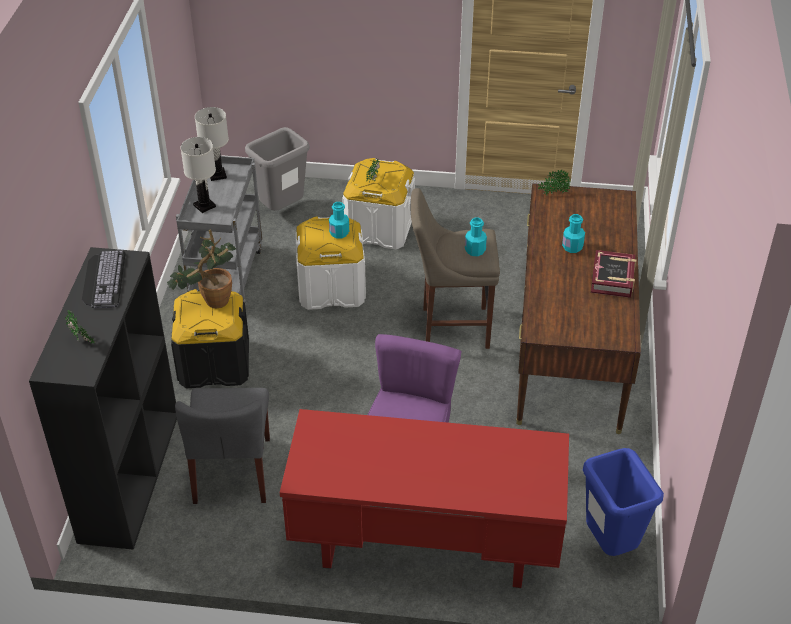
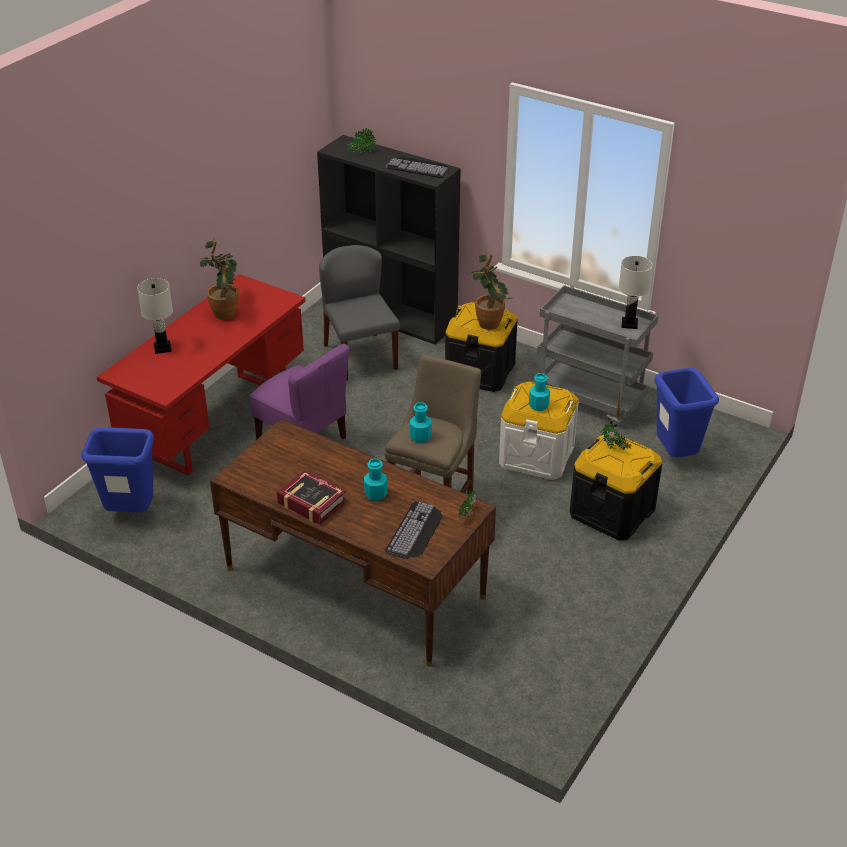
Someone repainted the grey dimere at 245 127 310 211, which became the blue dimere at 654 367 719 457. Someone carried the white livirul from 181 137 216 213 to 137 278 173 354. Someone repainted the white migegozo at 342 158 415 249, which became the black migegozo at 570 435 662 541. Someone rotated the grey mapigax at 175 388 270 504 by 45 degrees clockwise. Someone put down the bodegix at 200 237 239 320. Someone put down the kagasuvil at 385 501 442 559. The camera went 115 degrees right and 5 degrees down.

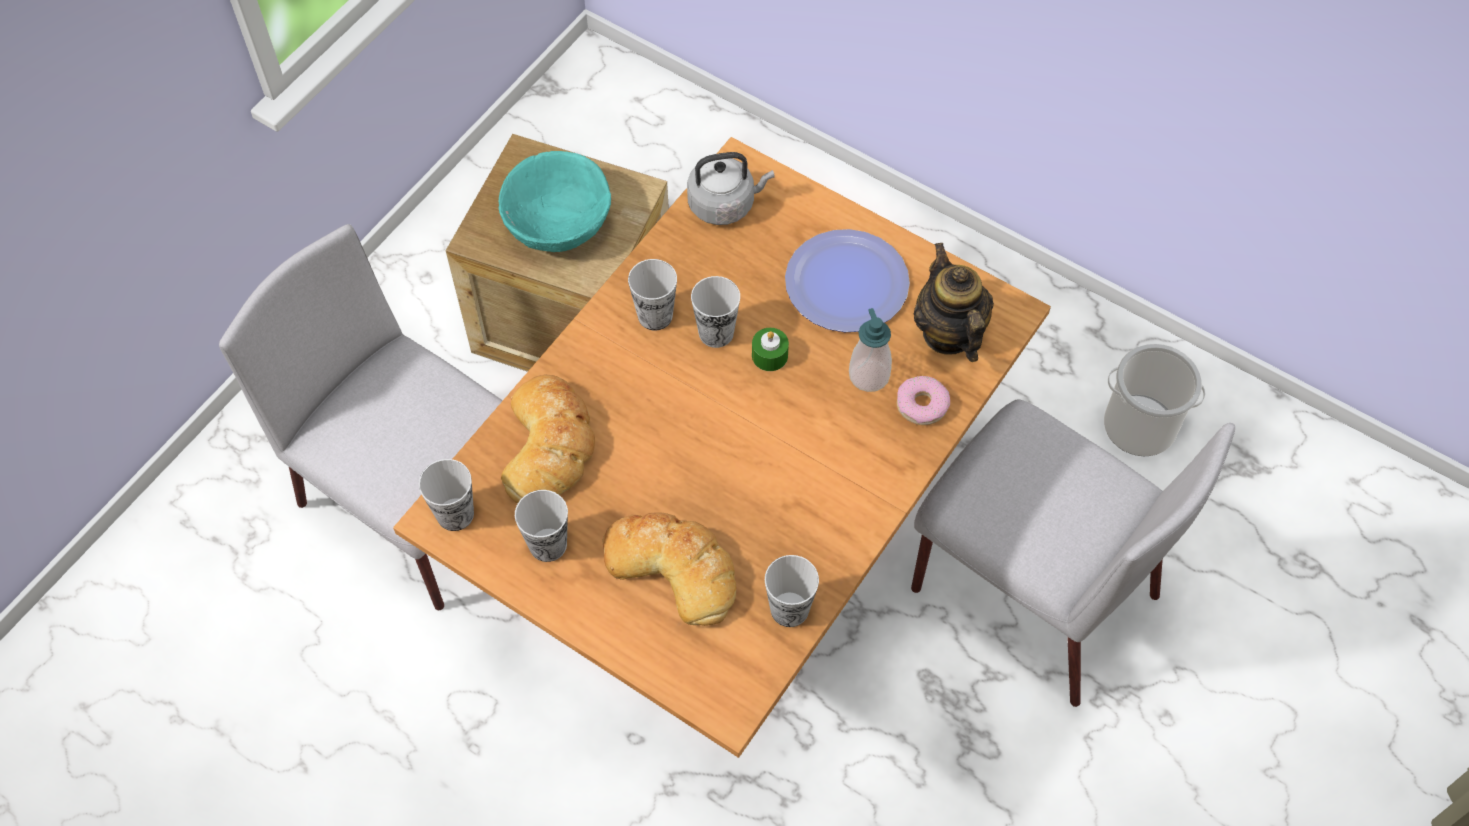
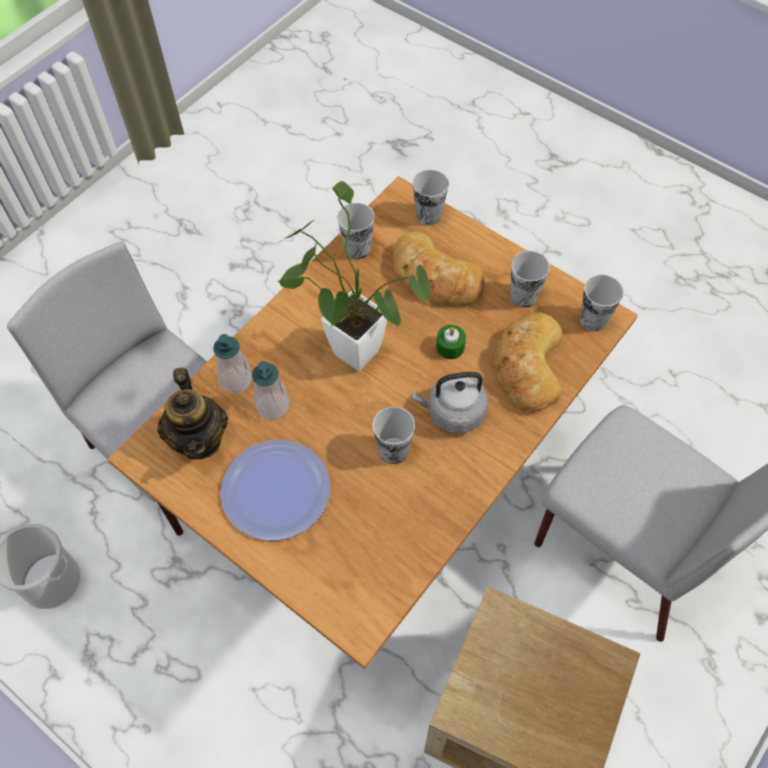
Someone took away the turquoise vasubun at 499 151 611 252. Someone carried the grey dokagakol from 687 152 775 225 to 412 372 488 434. Someone carried the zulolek from 628 259 677 331 to 413 169 449 225. Someone carried the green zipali from 752 328 789 371 to 436 325 466 359. Someone swapped the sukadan at 897 376 950 425 for the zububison at 213 334 252 393. Someone put down the bodegix at 278 181 430 371. The camera went 175 degrees left and 0 degrees up.

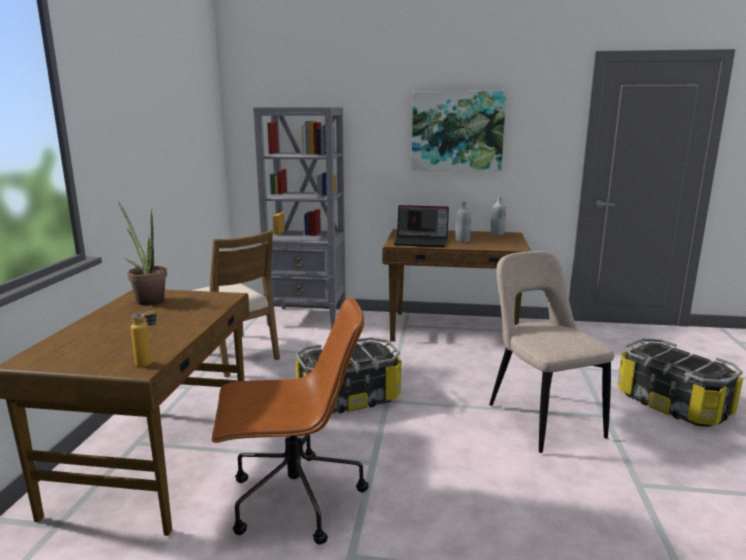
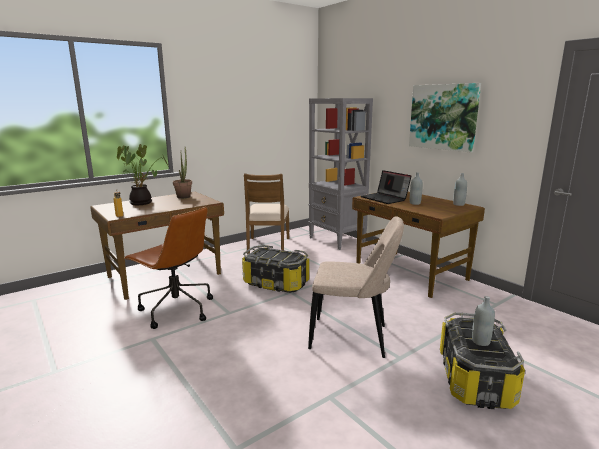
Someone rotated the beige mapigax at 489 251 614 453 by 75 degrees clockwise. Someone put down the bodegix at 117 144 168 205. Someone put down the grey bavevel at 472 296 495 346. The camera went 45 degrees right and 0 degrees up.

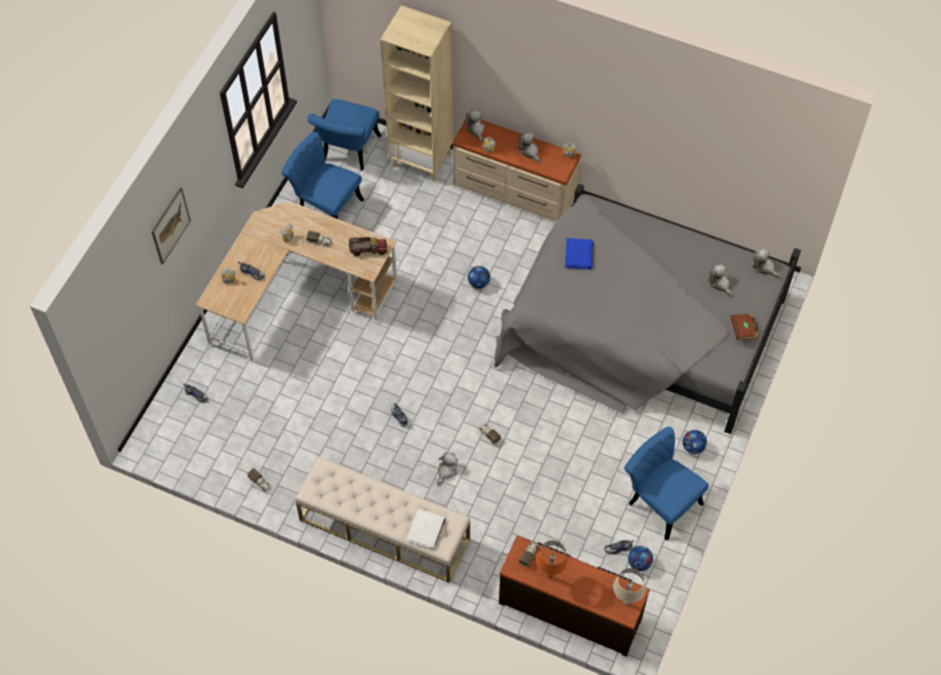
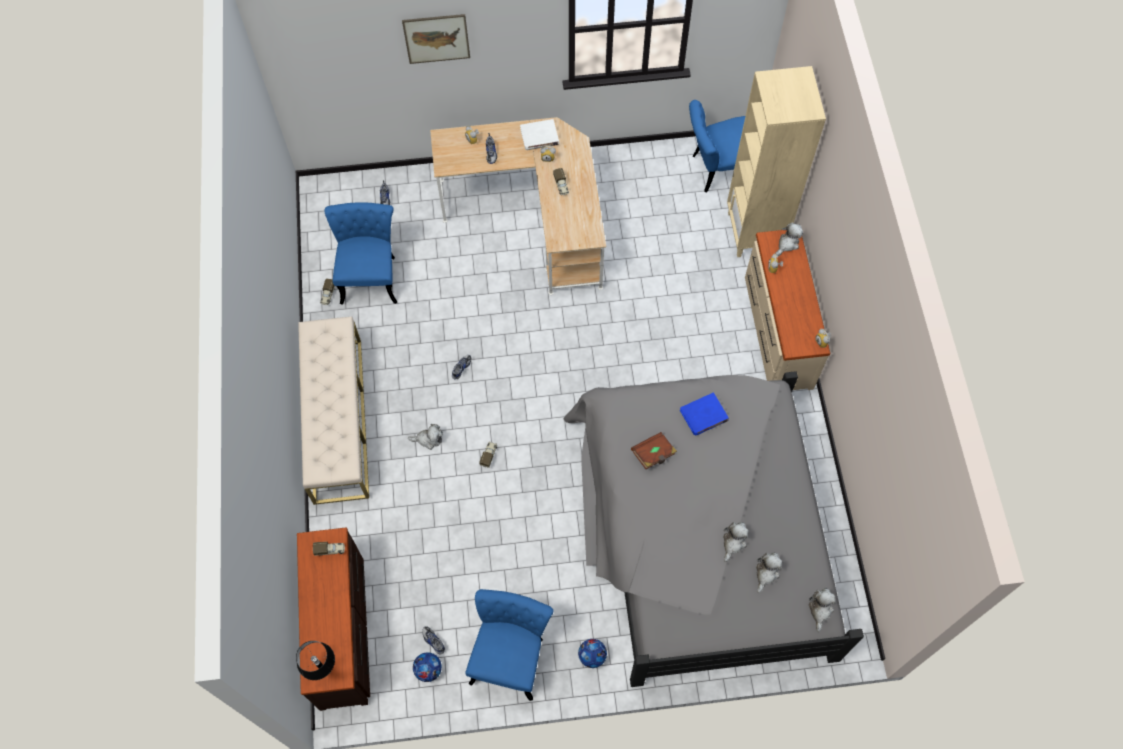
Someone carried the blue mapigax from 281 132 364 219 to 324 202 397 305. Someone carried the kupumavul from 518 132 540 162 to 723 522 749 562. Someone took away the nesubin at 349 237 387 256. Someone took away the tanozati at 468 266 490 289. Someone carried the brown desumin from 730 313 759 340 to 631 432 677 469. Someone carried the white desumin from 406 509 446 549 to 520 119 559 150. Someone took away the orange livirul at 536 540 568 578. Someone repainted the beige livirul at 613 568 646 605, which became the black livirul at 296 641 335 680. The camera went 60 degrees right and 5 degrees up.

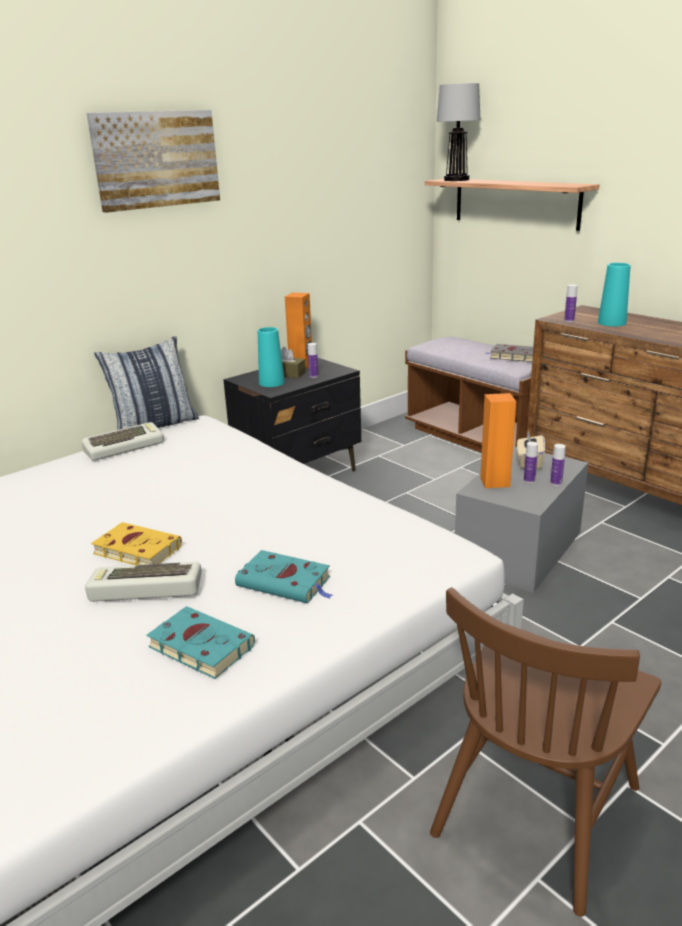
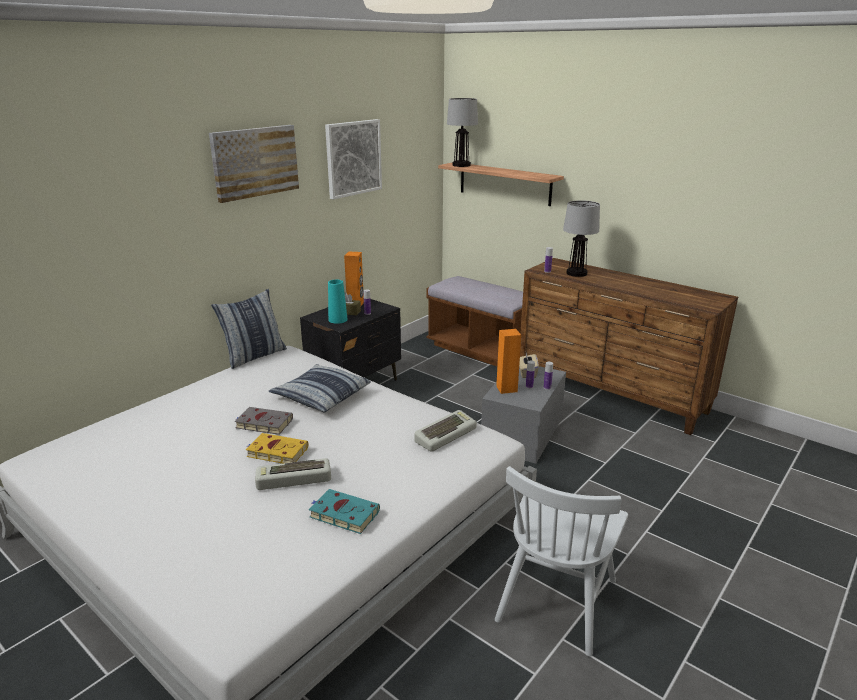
Someone swapped the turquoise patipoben at 598 263 631 326 for the livirul at 563 200 600 277. Someone carried the grey desumin from 486 344 533 362 to 235 407 293 435. Someone carried the kagasuvil from 82 422 164 461 to 415 410 477 452. Someone took away the turquoise desumin at 235 550 333 603. Someone repainted the brown mapigax at 430 587 661 917, which became the white mapigax at 495 466 628 656. Someone put up the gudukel at 325 119 382 199. Someone put down the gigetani at 269 364 371 412. The camera went 10 degrees left and 0 degrees up.

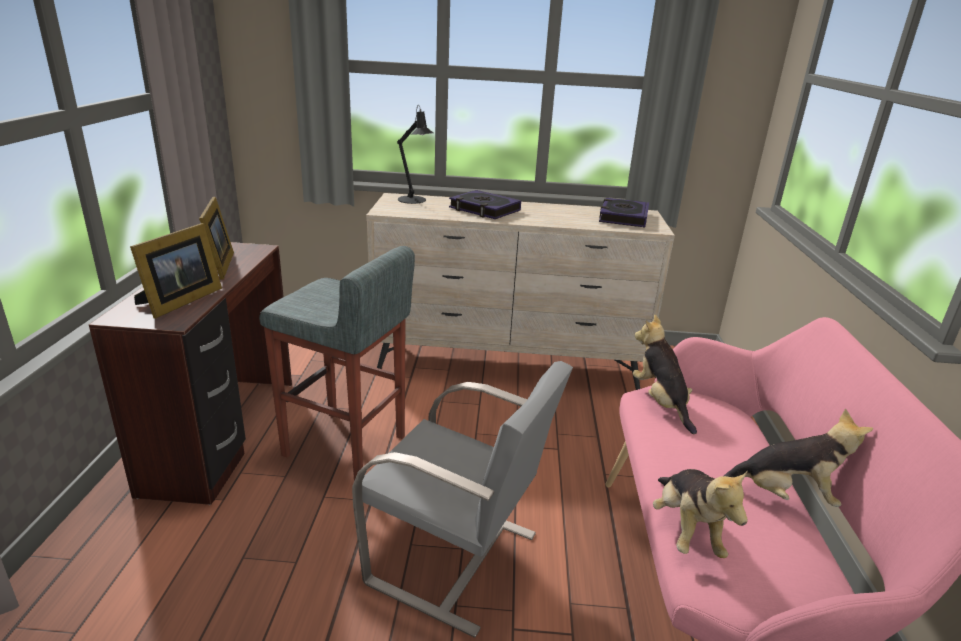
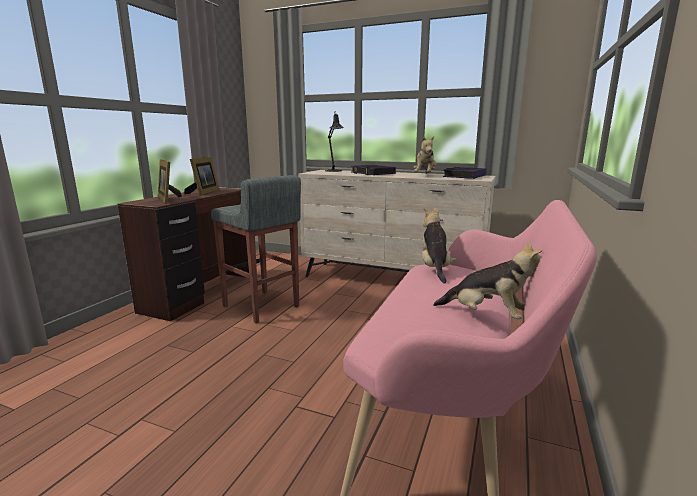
Someone rotated the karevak at 130 223 222 319 by 105 degrees clockwise. Someone took away the grey mapigax at 352 361 573 638. Someone carried the kupumavul from 653 469 748 558 to 414 136 436 174. The camera went 20 degrees right and 10 degrees down.

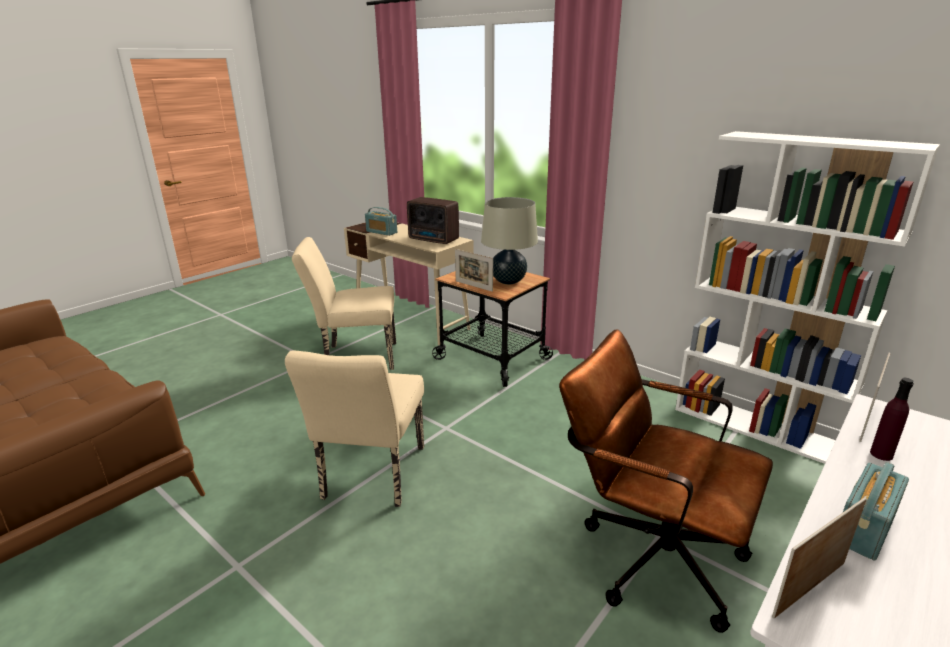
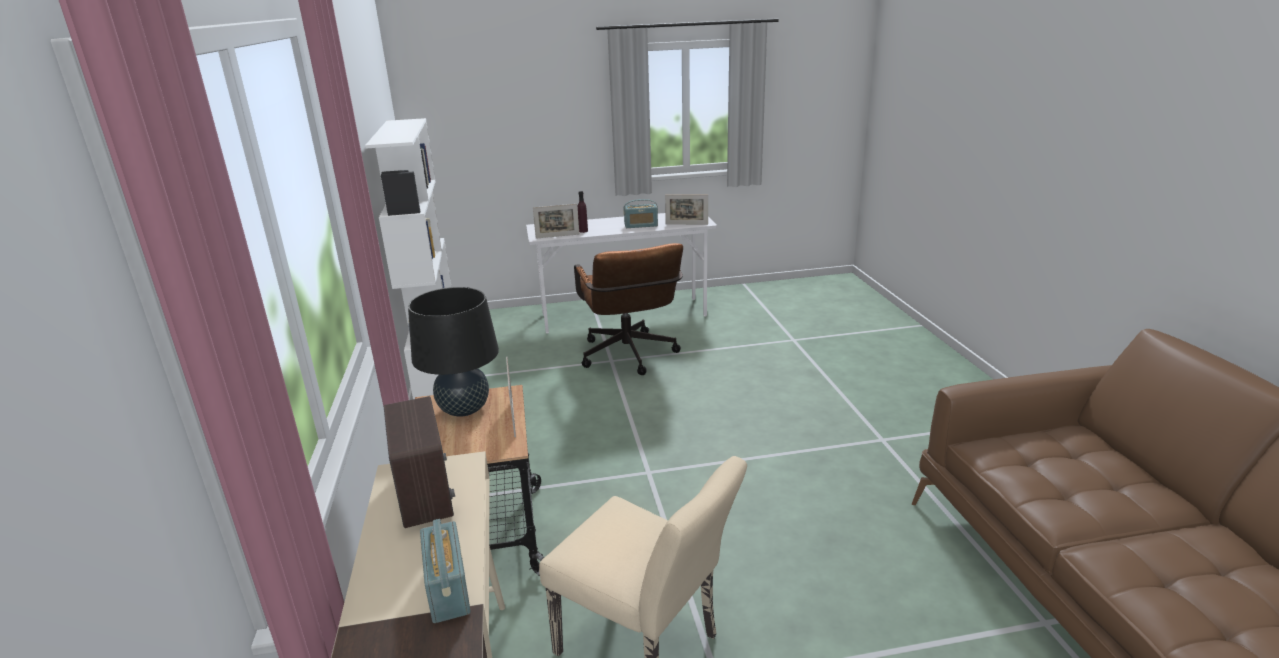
Someone repainted the beige livirul at 481 197 538 284, which became the black livirul at 408 287 499 417. Someone took away the beige mapigax at 285 351 424 507. The camera went 140 degrees left and 0 degrees up.

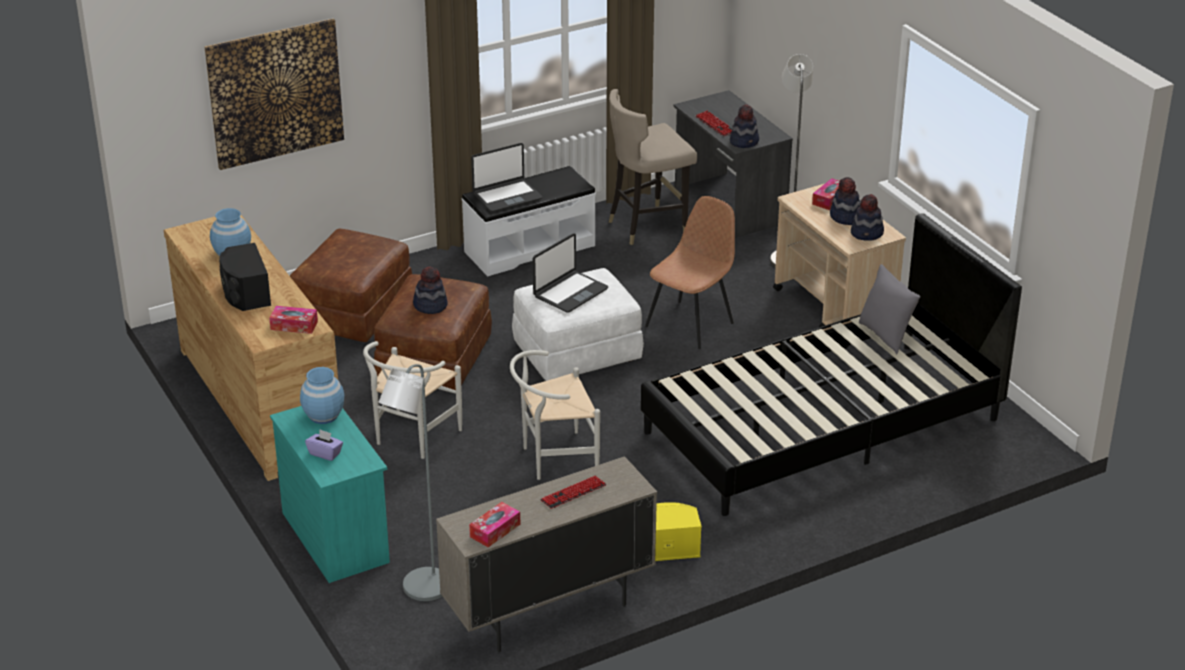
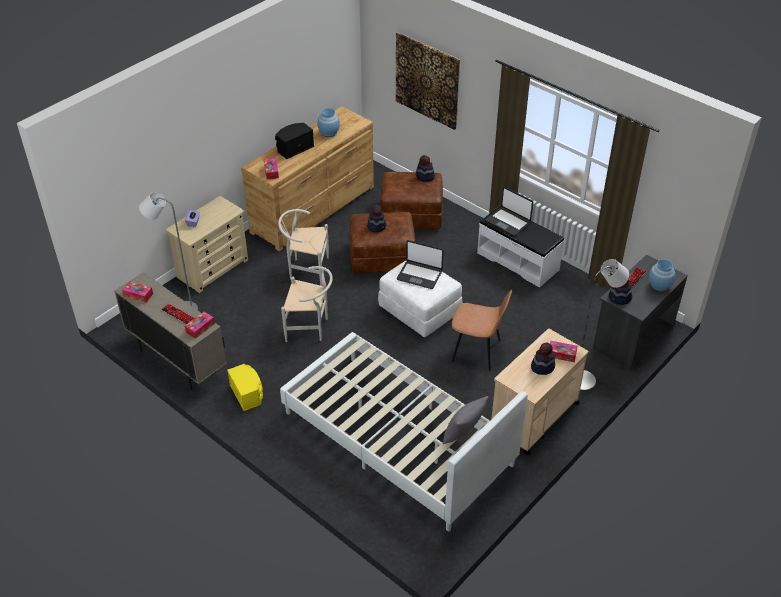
Someone took away the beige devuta at 609 89 697 245. Someone carried the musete from 851 194 884 241 to 416 155 435 182. Someone repainted the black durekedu at 641 213 1022 516, which became the white durekedu at 280 332 528 532. Someone rotated the white mapigax at 510 350 600 480 by 135 degrees clockwise. Someone carried the blue patipoben from 300 367 344 424 to 649 259 676 291. Someone repainted the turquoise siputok at 270 406 390 583, which became the beige siputok at 165 196 248 293. Someone put down the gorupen at 185 312 215 339. The camera went 70 degrees right and 10 degrees up.

